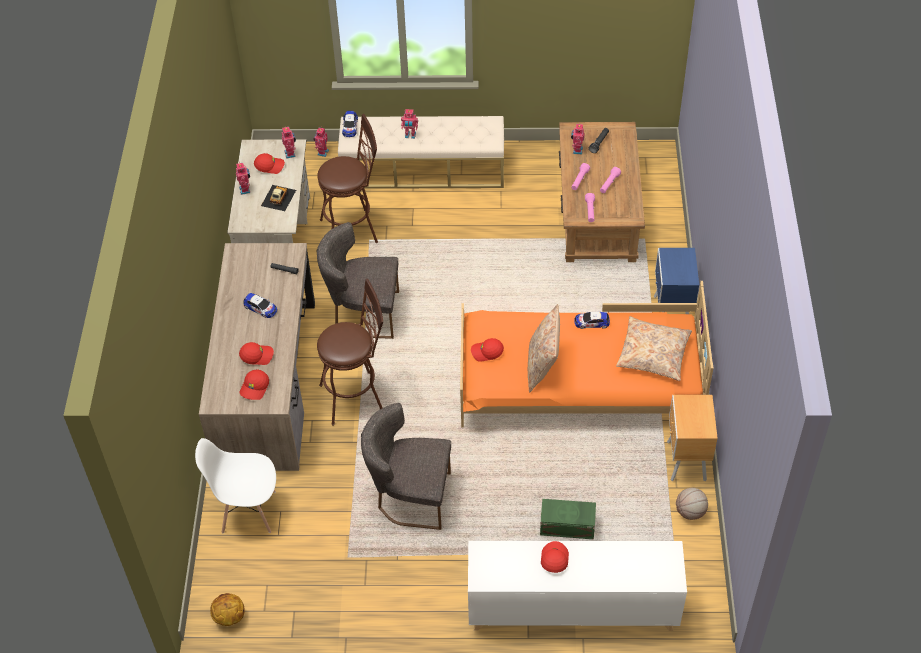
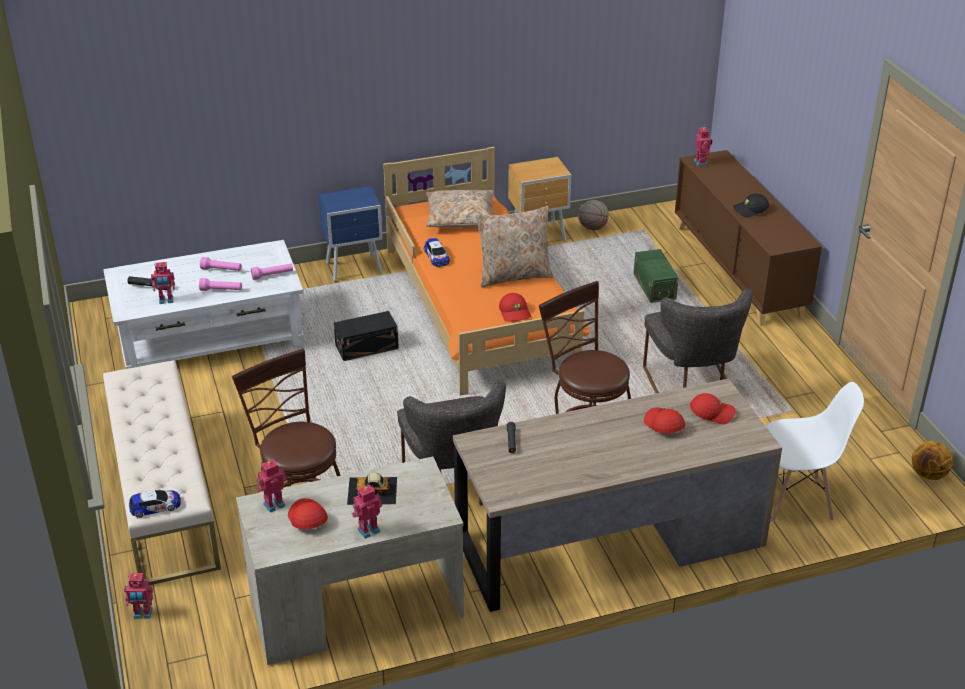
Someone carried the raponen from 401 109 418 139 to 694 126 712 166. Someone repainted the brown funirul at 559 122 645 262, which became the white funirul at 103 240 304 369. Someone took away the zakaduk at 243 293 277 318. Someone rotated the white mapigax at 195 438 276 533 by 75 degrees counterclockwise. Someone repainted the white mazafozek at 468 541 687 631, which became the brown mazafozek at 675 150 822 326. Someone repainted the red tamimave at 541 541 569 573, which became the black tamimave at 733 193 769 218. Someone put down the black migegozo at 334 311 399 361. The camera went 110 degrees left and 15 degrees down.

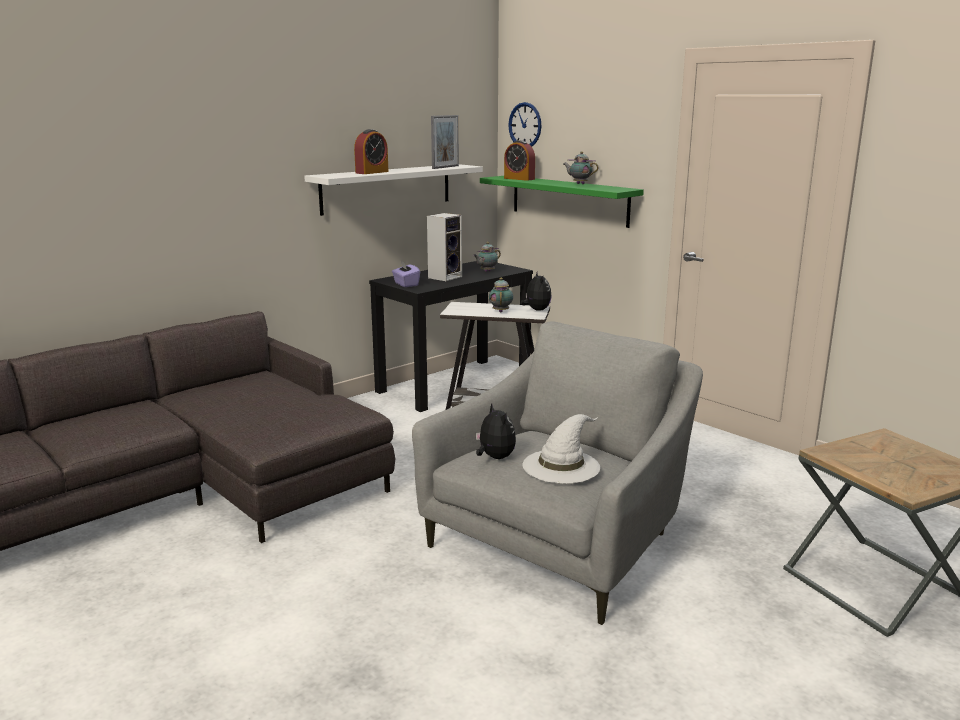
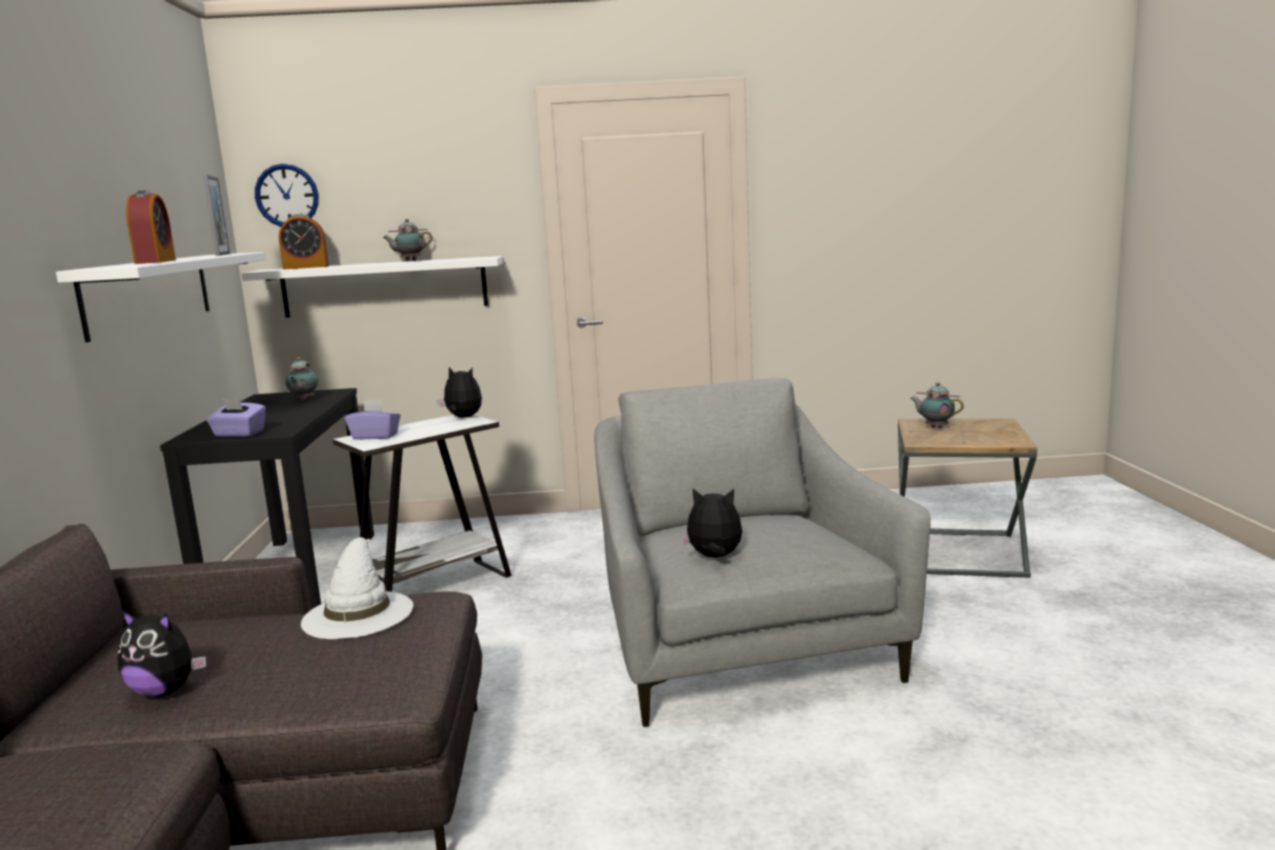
Someone repainted the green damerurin at 480 176 644 228, which became the white damerurin at 241 256 503 318. Someone took away the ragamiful at 427 213 462 281. Someone carried the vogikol from 489 278 513 312 to 910 382 964 428. Someone carried the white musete from 522 414 600 483 to 301 537 414 639. Someone put down the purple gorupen at 345 399 401 440. Someone put down the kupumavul at 118 611 206 697. The camera went 50 degrees left and 5 degrees down.

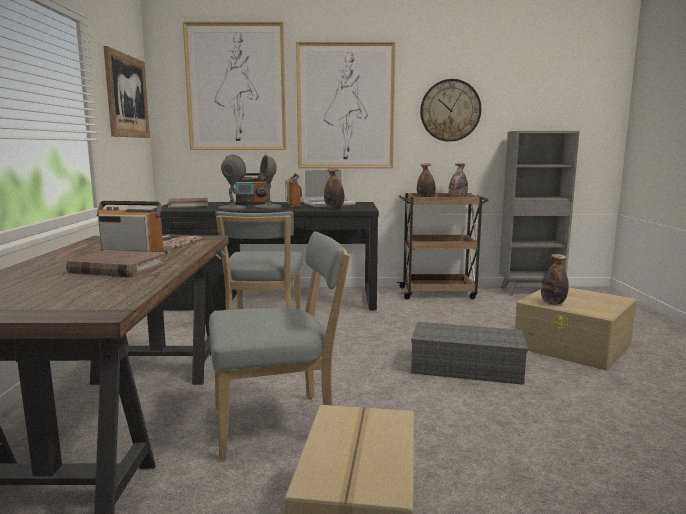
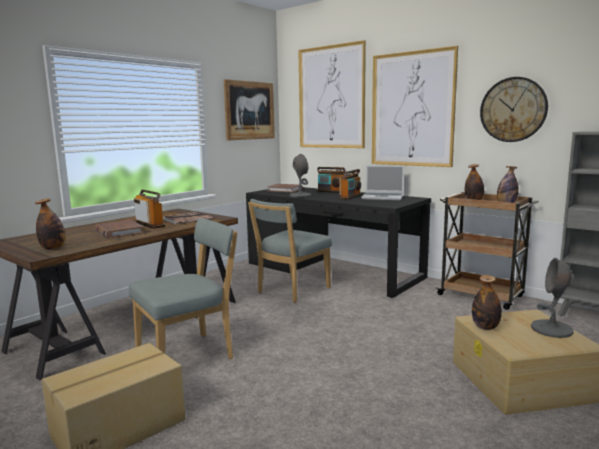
Someone carried the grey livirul from 255 155 282 210 to 531 258 574 338. Someone carried the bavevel from 324 168 344 209 to 35 199 66 250. Someone rotated the grey mapigax at 209 232 350 460 by 60 degrees counterclockwise. Someone took away the grey migegozo at 411 322 528 385. The camera went 40 degrees right and 0 degrees up.

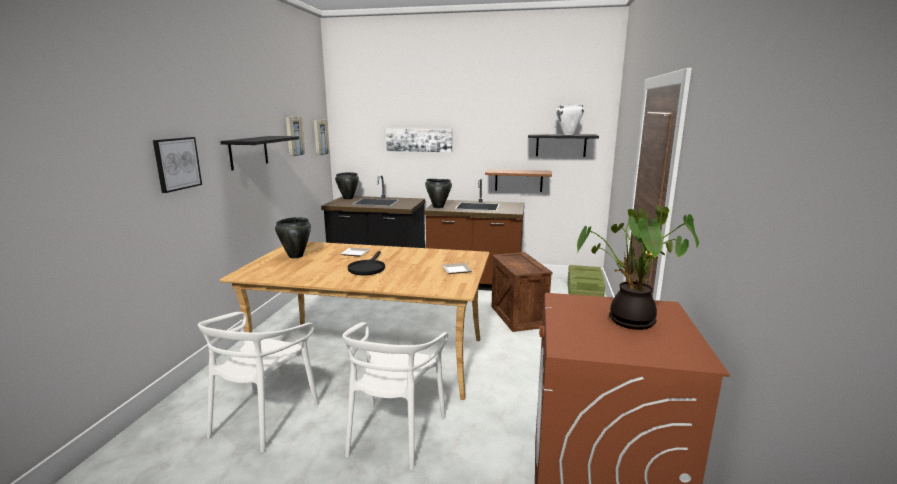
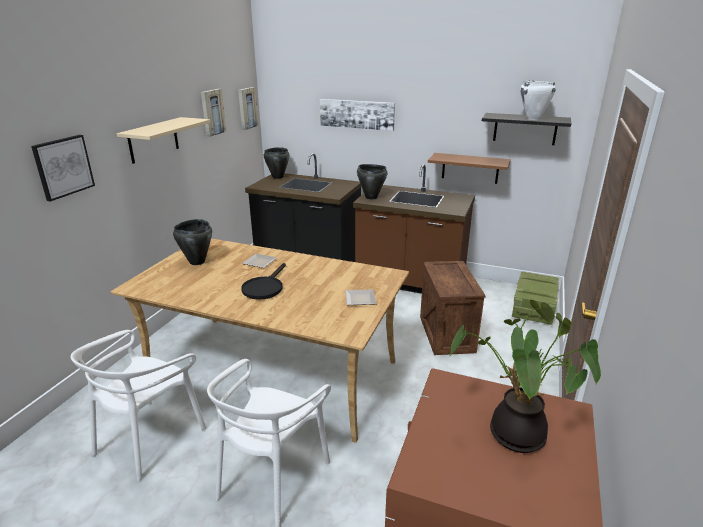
Someone repainted the black damerurin at 220 136 299 171, which became the beige damerurin at 117 117 210 164. The camera went 10 degrees right and 10 degrees up.

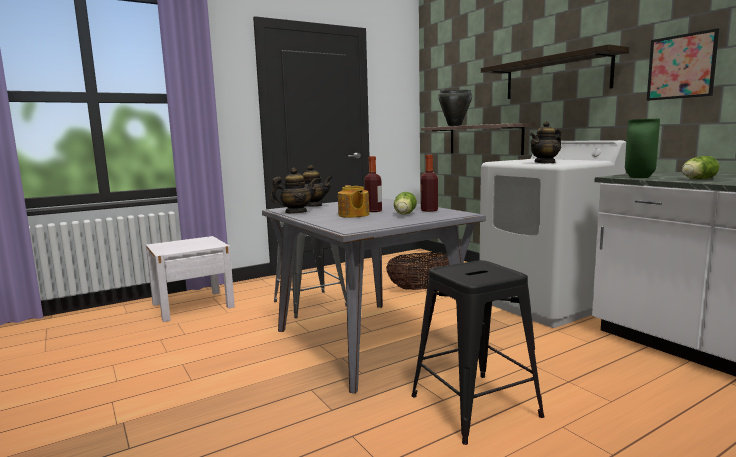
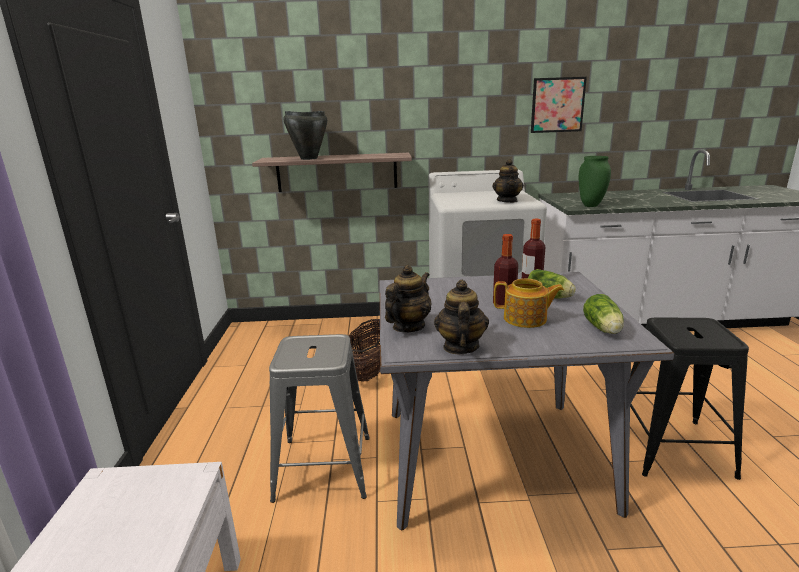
Someone took away the damerurin at 481 44 629 99. Someone carried the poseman from 682 156 719 179 to 583 294 624 334. The camera went 60 degrees left and 10 degrees up.

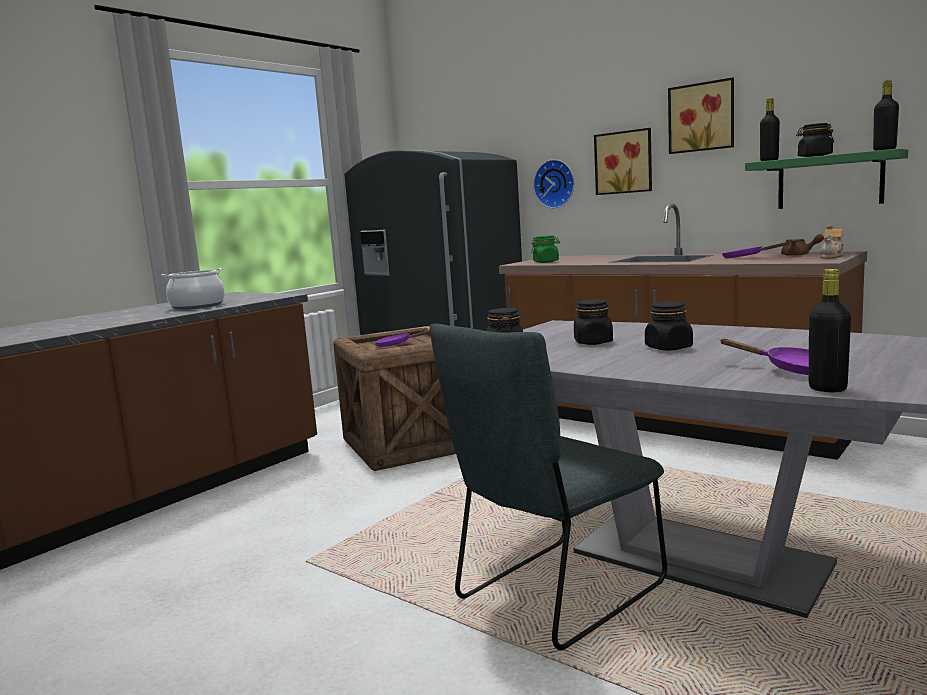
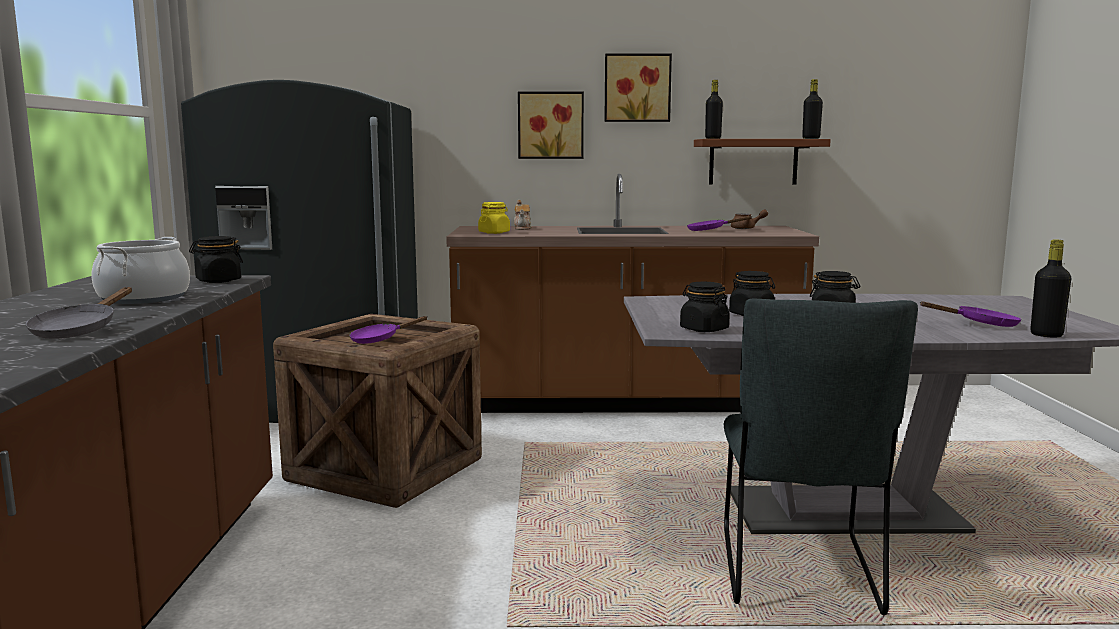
Someone carried the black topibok from 796 123 834 157 to 189 236 243 283. Someone repainted the green damerurin at 745 149 908 209, which became the brown damerurin at 694 139 831 185. Someone took away the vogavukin at 533 159 574 208. Someone carried the vogikol from 820 224 845 258 to 514 200 532 230. Someone repainted the green topibok at 531 235 560 263, which became the yellow topibok at 478 202 510 234. Someone put down the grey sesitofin at 25 287 132 339. The camera went 40 degrees left and 0 degrees up.

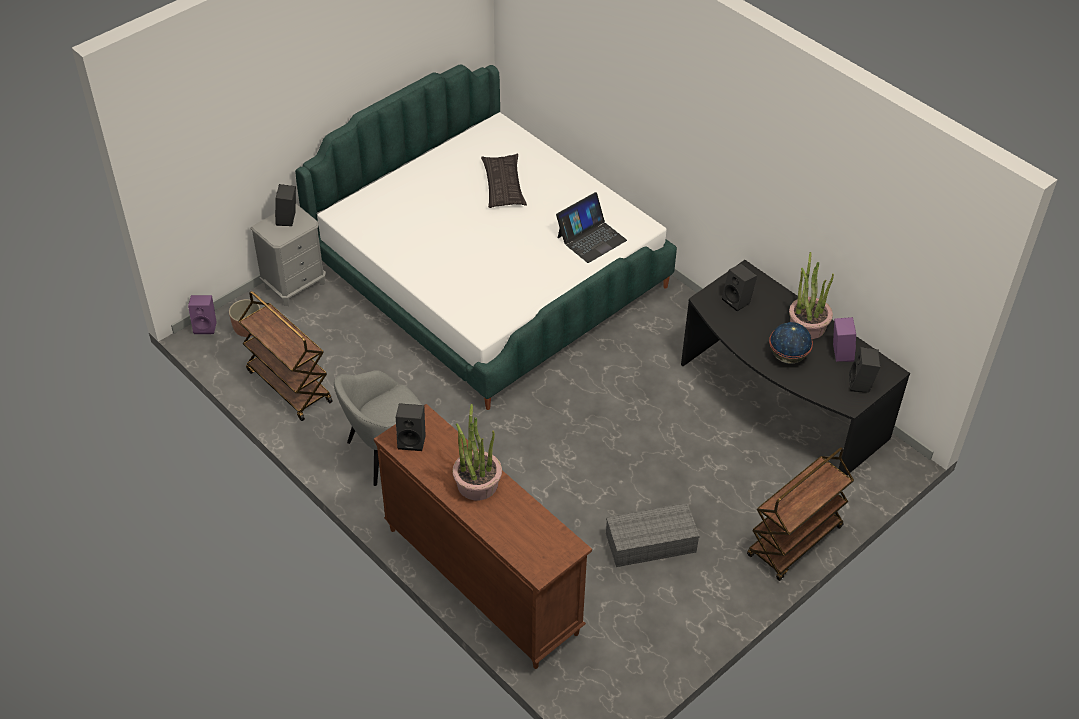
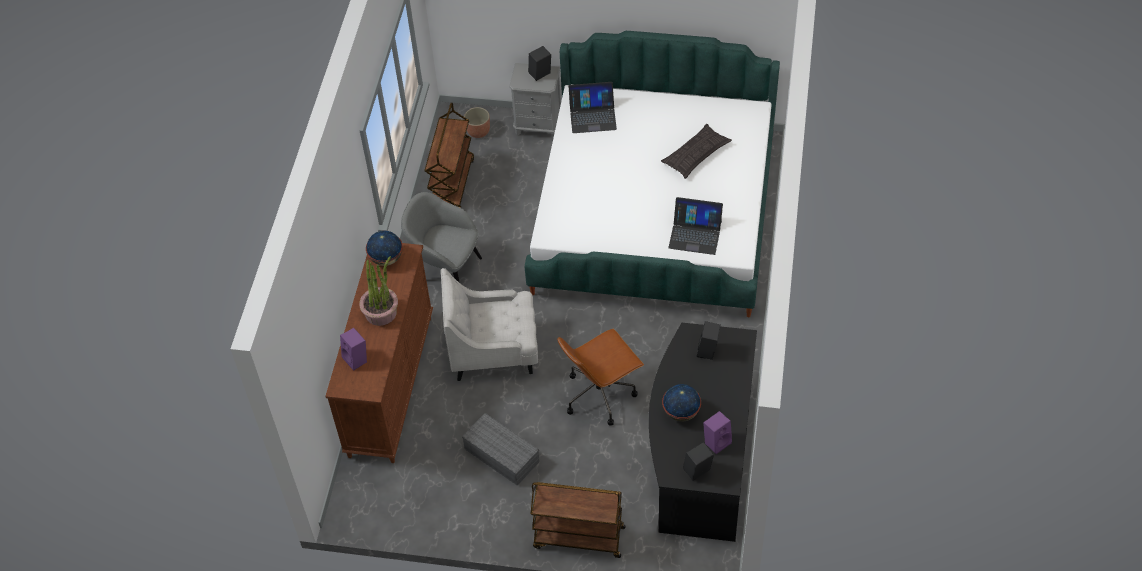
Someone took away the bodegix at 789 252 834 339. Someone carried the purple ragamiful from 188 295 217 334 to 340 328 367 371. Someone swapped the black ragamiful at 396 403 426 451 for the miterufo at 366 231 403 266. Someone put down the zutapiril at 569 82 617 133. Someone put down the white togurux at 441 268 538 381. Someone put down the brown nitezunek at 557 329 644 426. The camera went 55 degrees right and 5 degrees up.

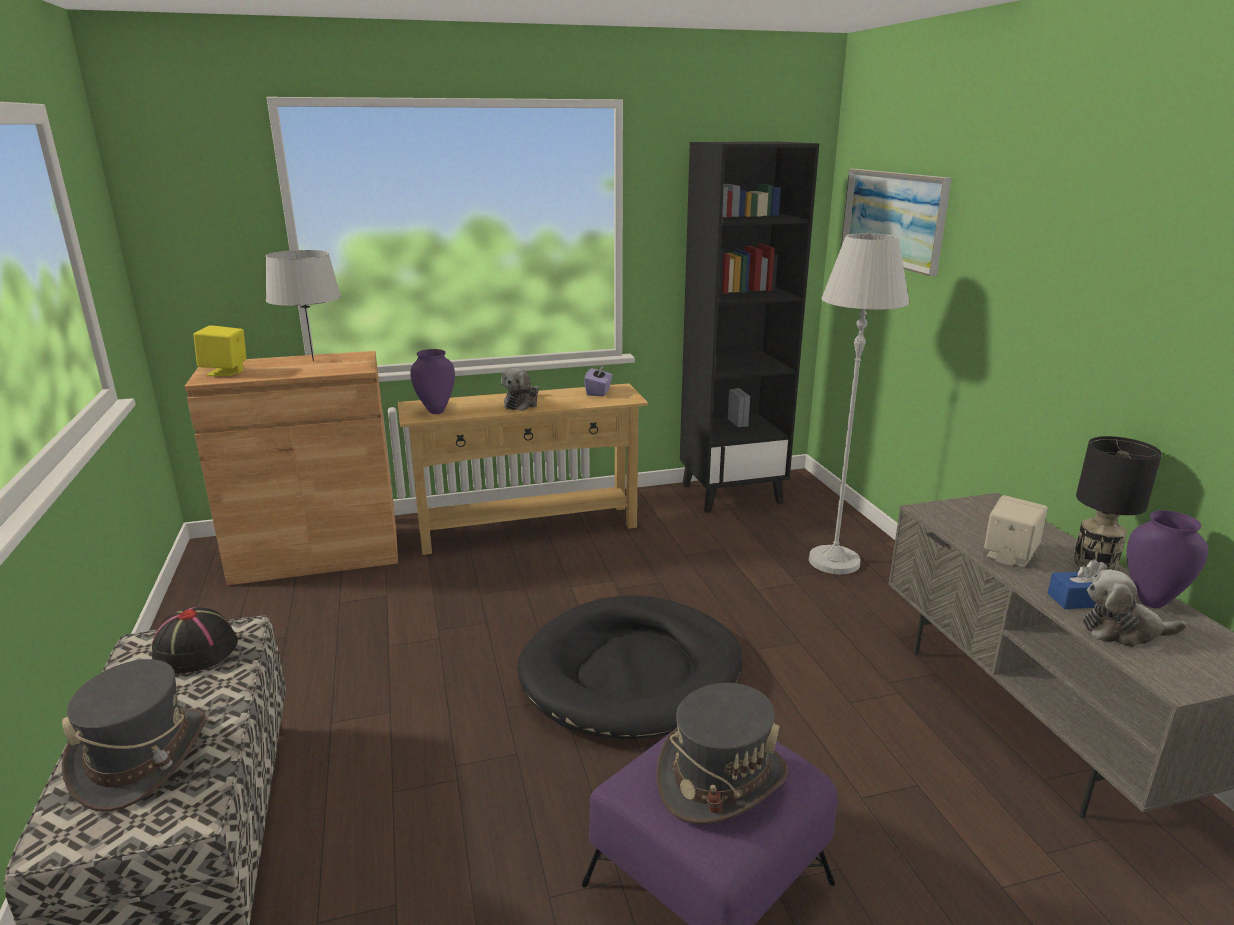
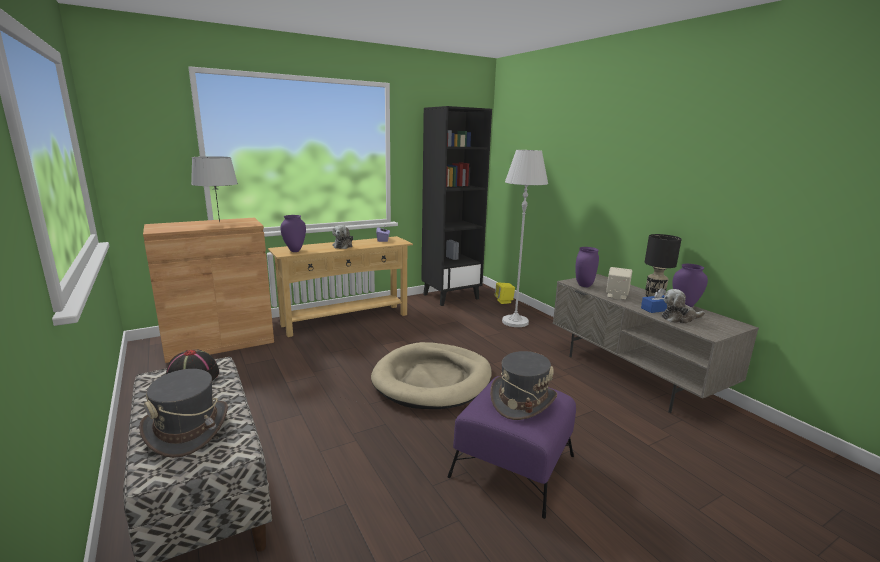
Someone took away the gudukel at 841 169 952 276. Someone carried the yellow ragamiful from 193 325 246 376 to 495 282 515 304. Someone repainted the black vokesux at 517 595 742 739, which became the beige vokesux at 371 342 491 409. Someone put down the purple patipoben at 576 247 599 287. The camera went 15 degrees left and 5 degrees down.

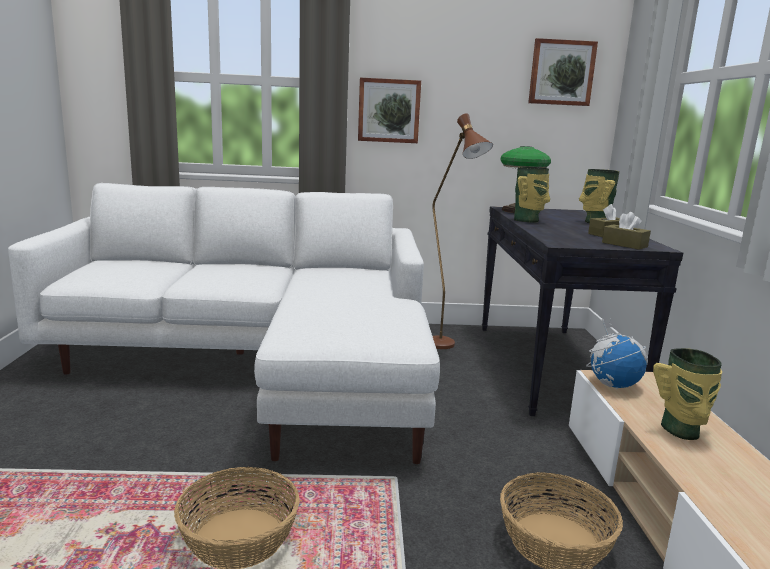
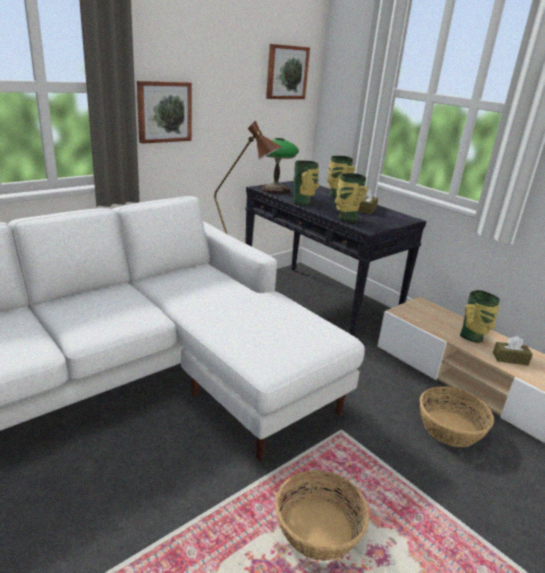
Someone carried the brown gorupen from 602 212 651 250 to 493 336 533 365. Someone took away the miterufo at 586 319 648 389. Someone put down the patipoben at 335 173 368 222. The camera went 40 degrees left and 10 degrees up.

